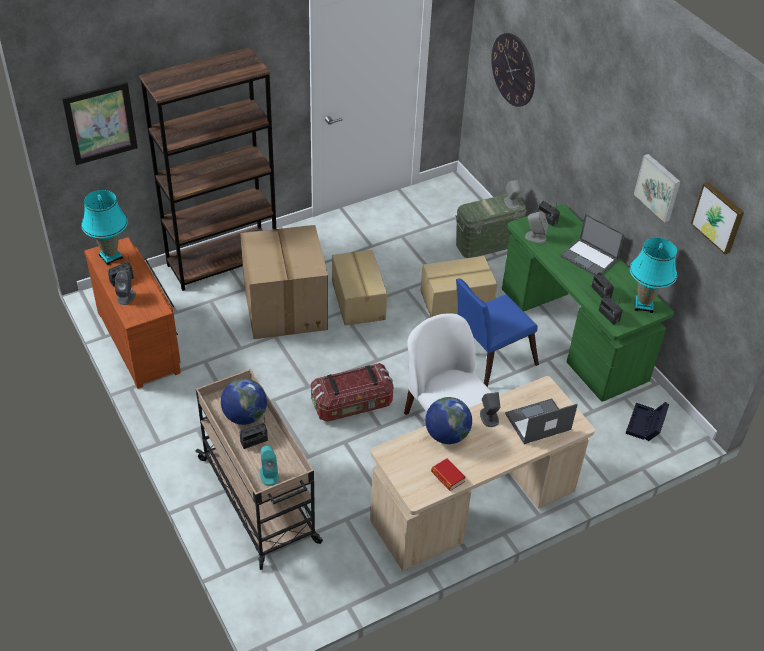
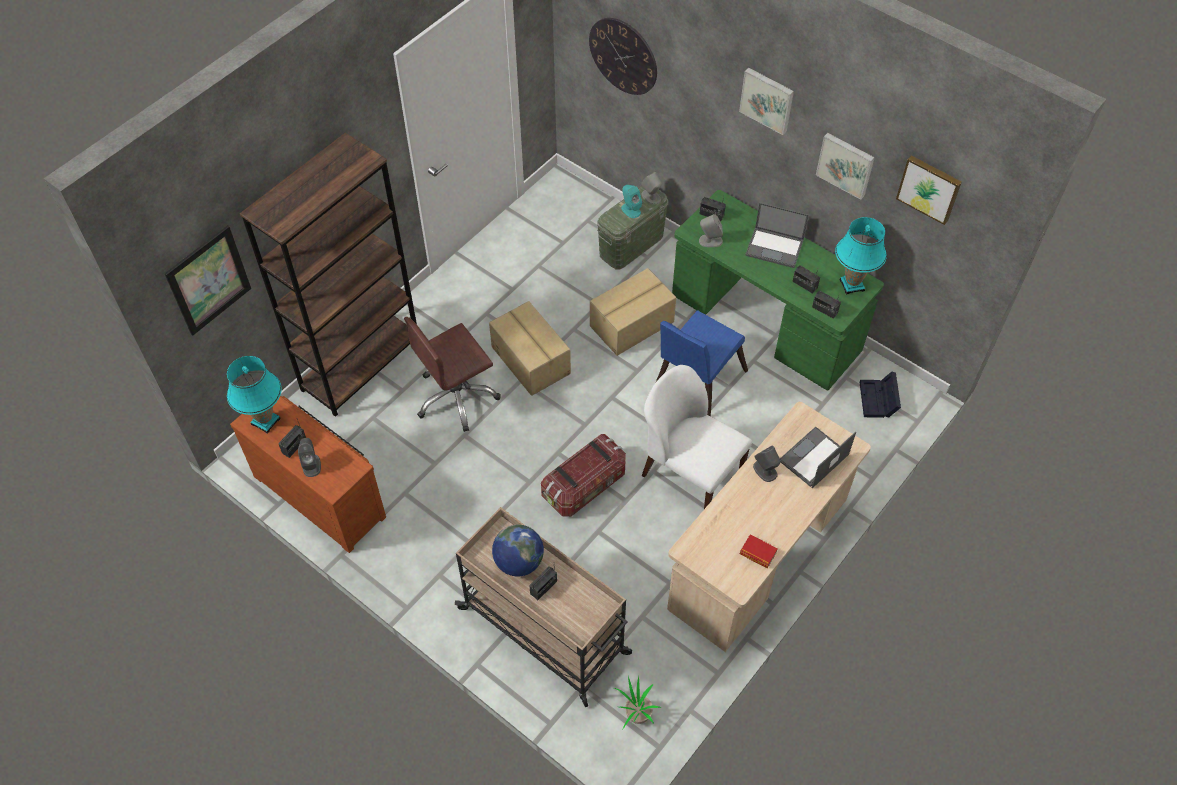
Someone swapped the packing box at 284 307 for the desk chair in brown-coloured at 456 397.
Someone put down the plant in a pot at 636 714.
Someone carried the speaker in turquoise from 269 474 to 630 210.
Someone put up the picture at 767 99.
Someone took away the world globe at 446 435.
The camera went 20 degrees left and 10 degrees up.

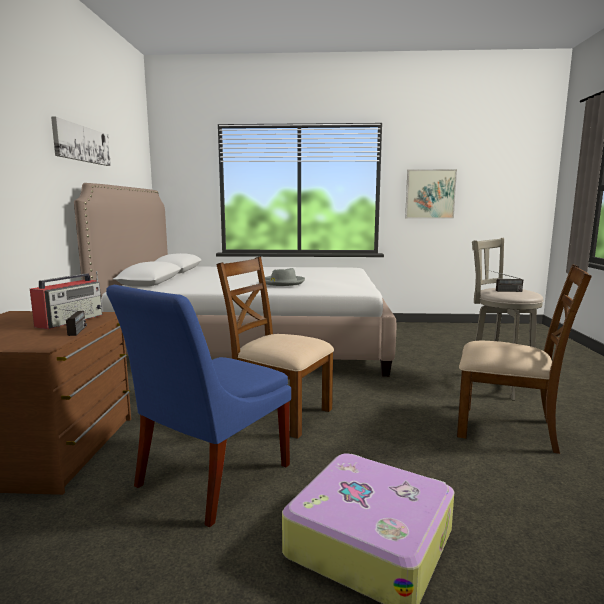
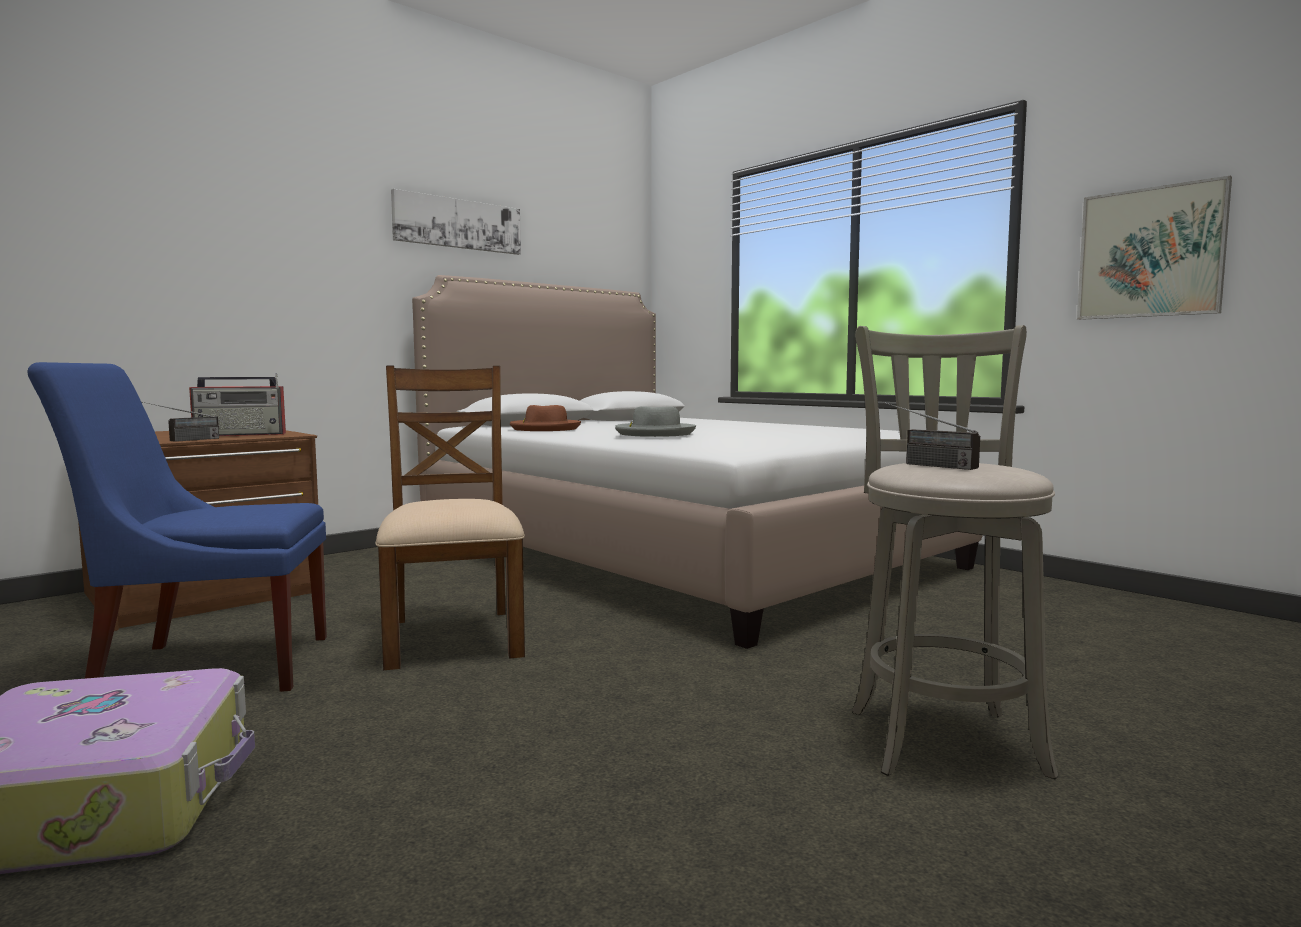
Someone put down the hat in brown-coloured at 545 428.
Someone took away the plain chair in brown-coloured at 507 428.
The camera went 45 degrees right and 5 degrees down.

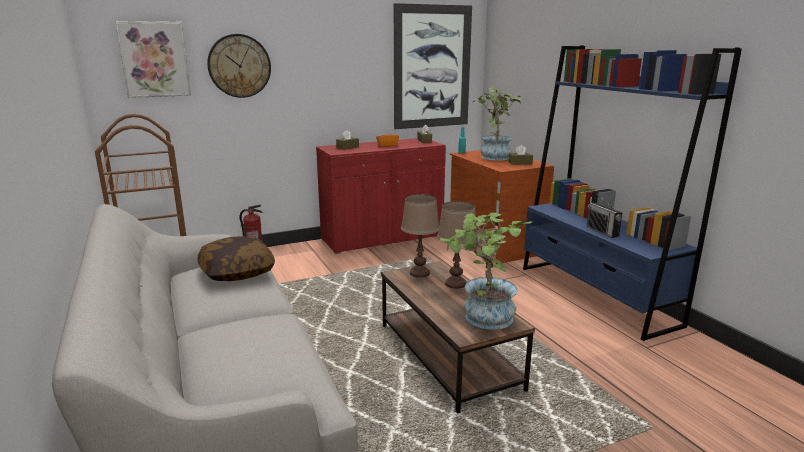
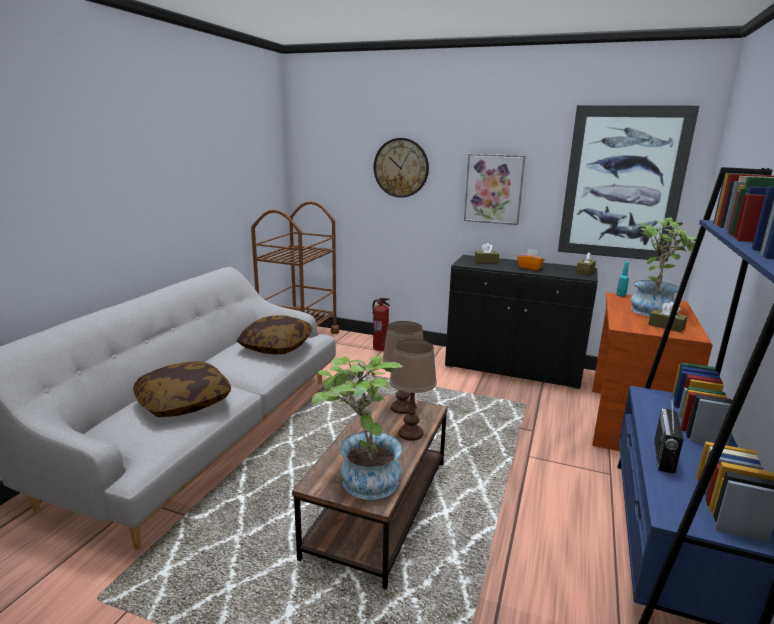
Someone put down the throw pillow at 184 402.
Someone repainted the storage cabinet in red at 382 238, which became the storage cabinet in blackish at 513 368.
Someone carried the picture from 154 59 to 493 189.
The camera went 45 degrees right and 0 degrees up.

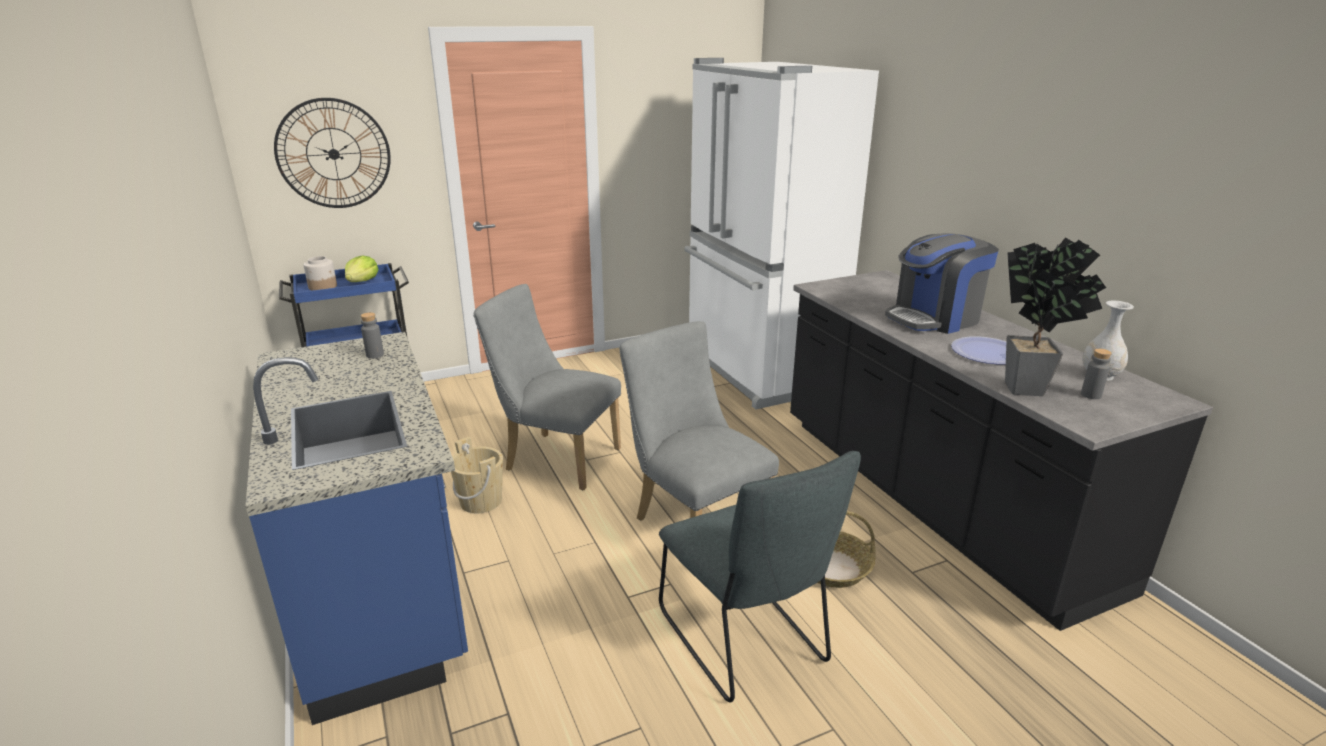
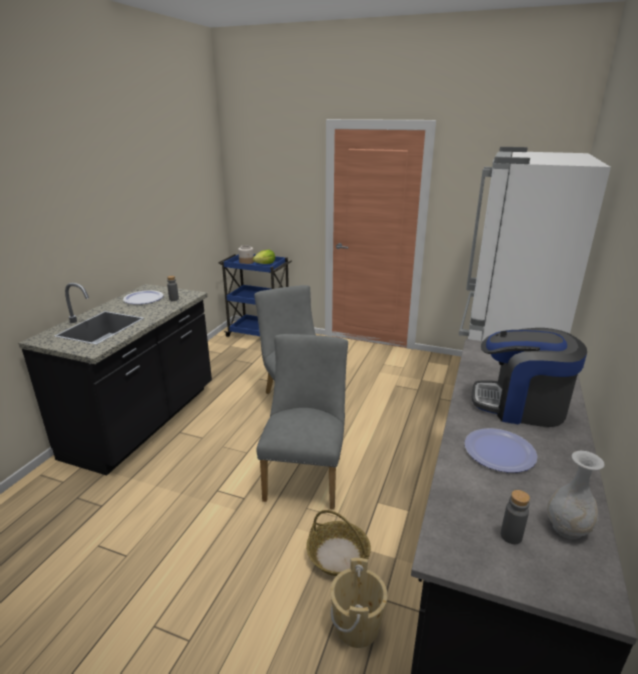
Someone repainted the kitchen counter in blue-coloured at 381 593, which became the kitchen counter in blackish at 144 422.
Someone put down the flat dish at 143 298.
Someone carried the pail in beige from 481 501 to 357 626.
Someone took away the hanging clock at 334 154.
Someone took away the plain chair in gray at 745 641.
Someone took away the plant in a pot at 1031 391.
The camera went 45 degrees right and 0 degrees up.

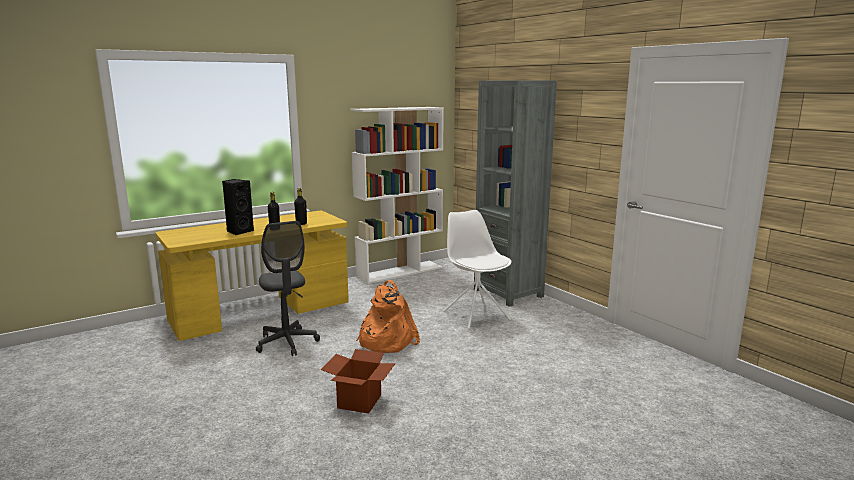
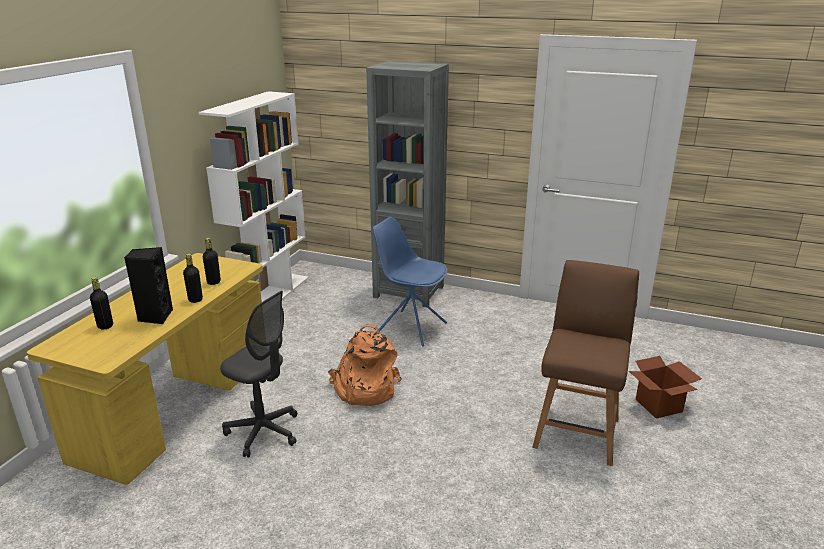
Someone put down the bottle in blackish at 105 326.
Someone repainted the plain chair in white at 476 315, which became the plain chair in blue-coloured at 410 327.
Someone put down the plain chair in brown-coloured at 577 430.
Someone carried the packing box from 359 401 to 658 405.
The camera went 35 degrees left and 10 degrees up.

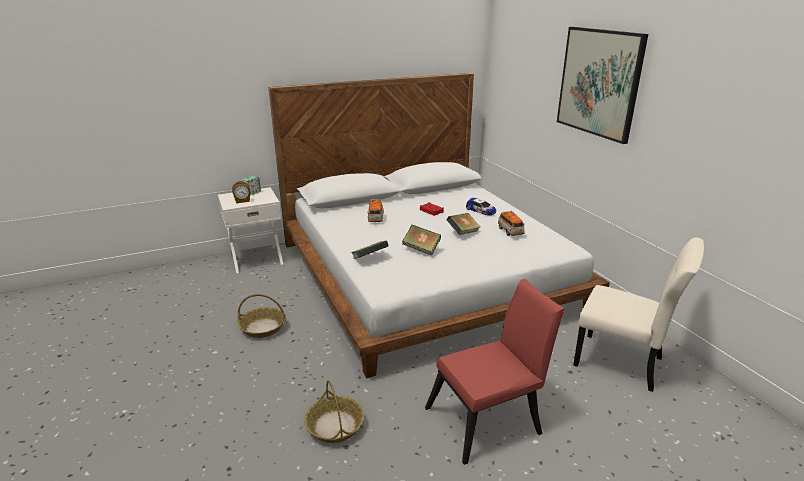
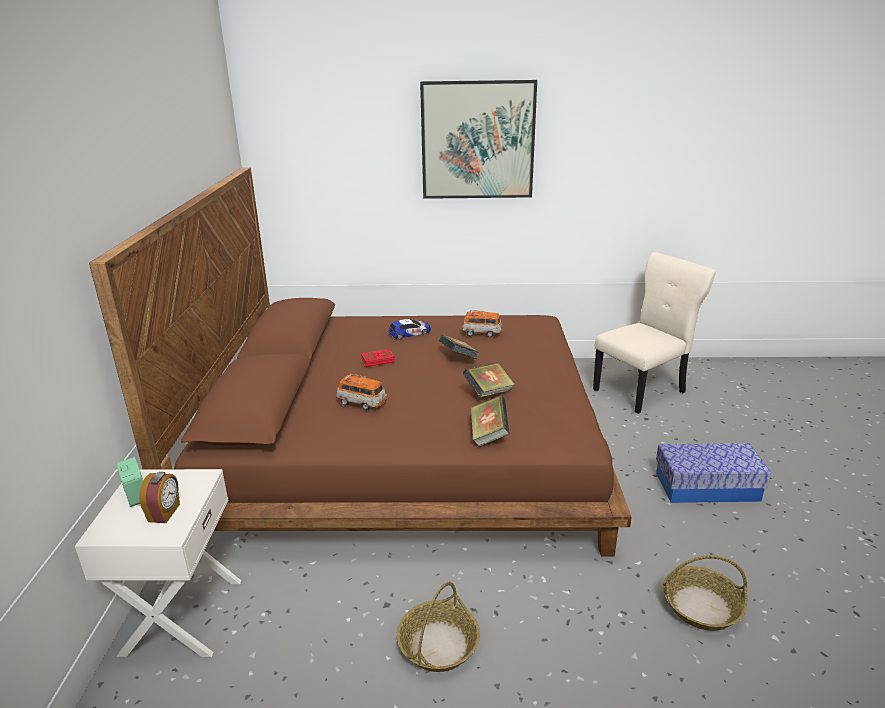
Someone repainted the bedroom bed in white at 426 274, which became the bedroom bed in brown-coloured at 407 445.
Someone swapped the plain chair in red at 489 419 for the storage container at 707 486.
The camera went 65 degrees left and 0 degrees up.

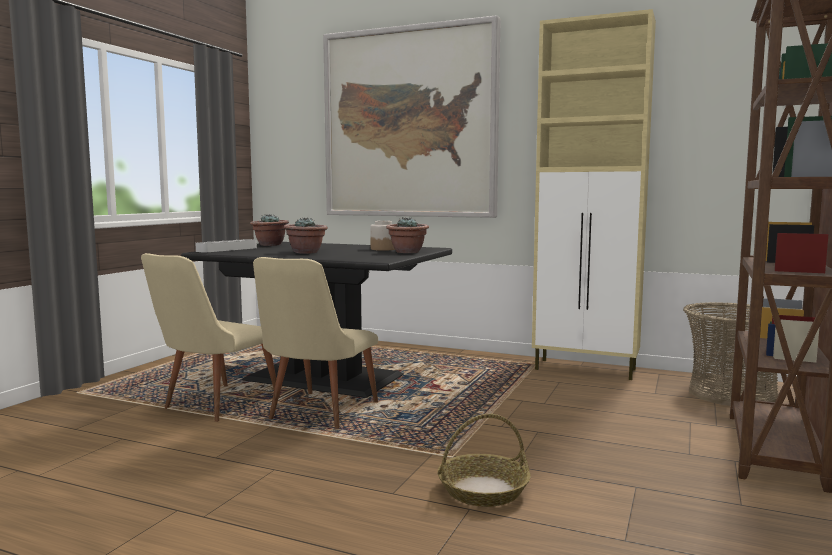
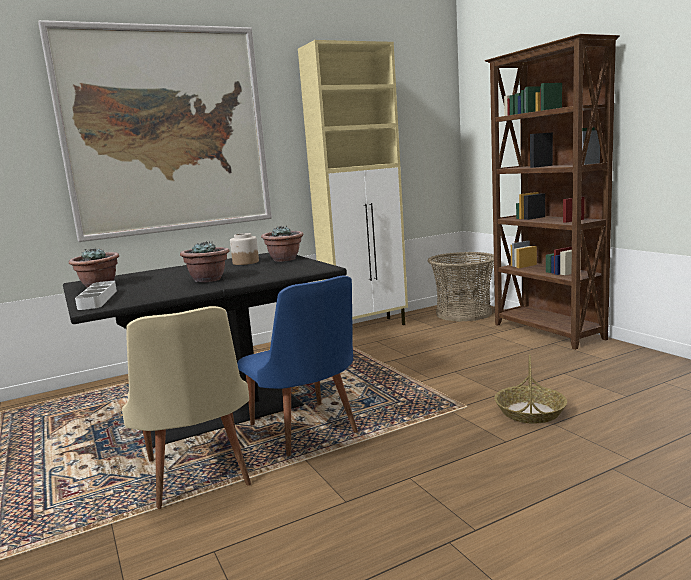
Someone repainted the plain chair in beige at 316 414, which became the plain chair in blue-coloured at 307 433.
The camera went 50 degrees left and 5 degrees up.

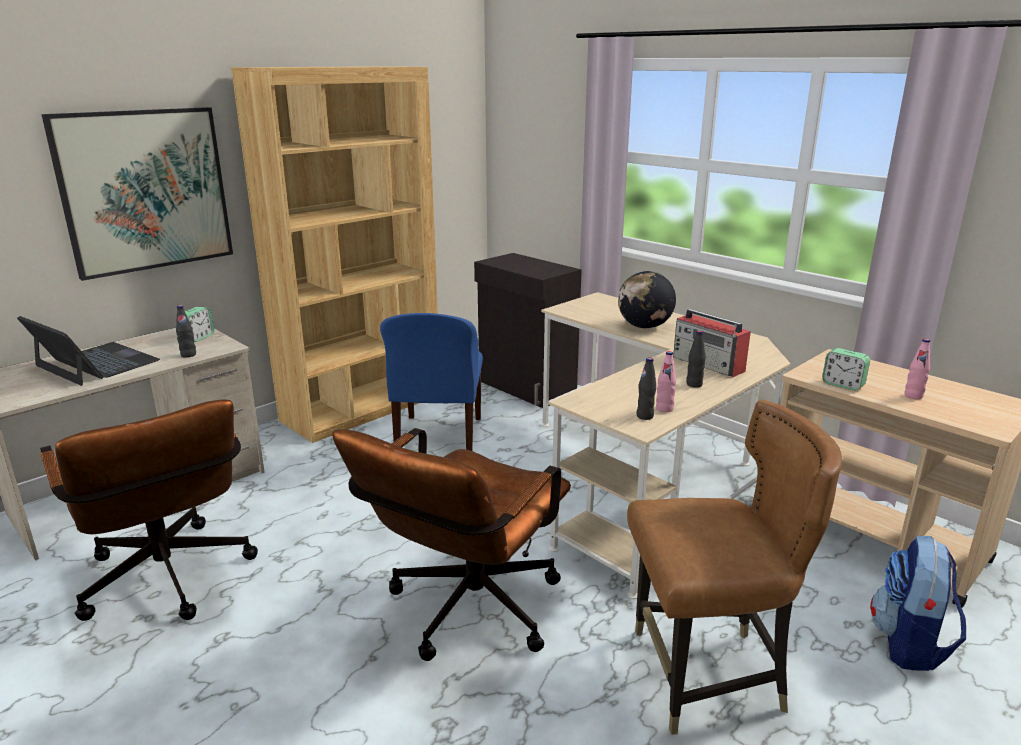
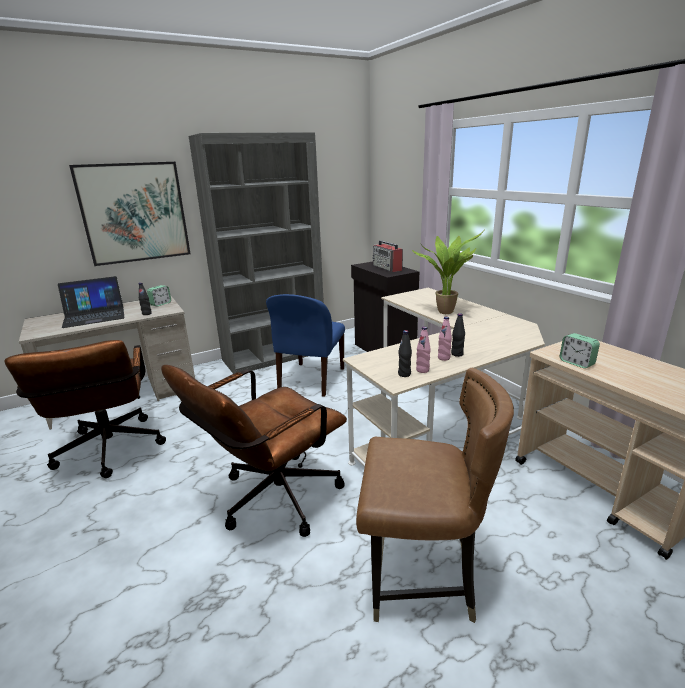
Someone rotated the notebook computer at 96 363 by 105 degrees clockwise.
Someone repainted the bookcase in brown-coloured at 363 408, which became the bookcase in gray at 275 356.
Someone carried the radio set from 709 364 to 387 268.
Someone swapped the world globe at 644 326 for the plant in a pot at 446 311.
Someone carried the bottle in pink from 913 396 to 443 358.
Someone took away the rucksack at 909 644.
The camera went 15 degrees right and 0 degrees up.

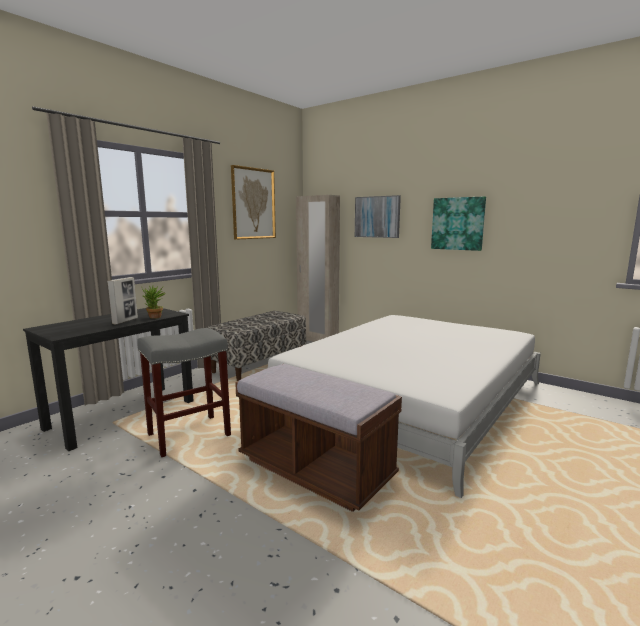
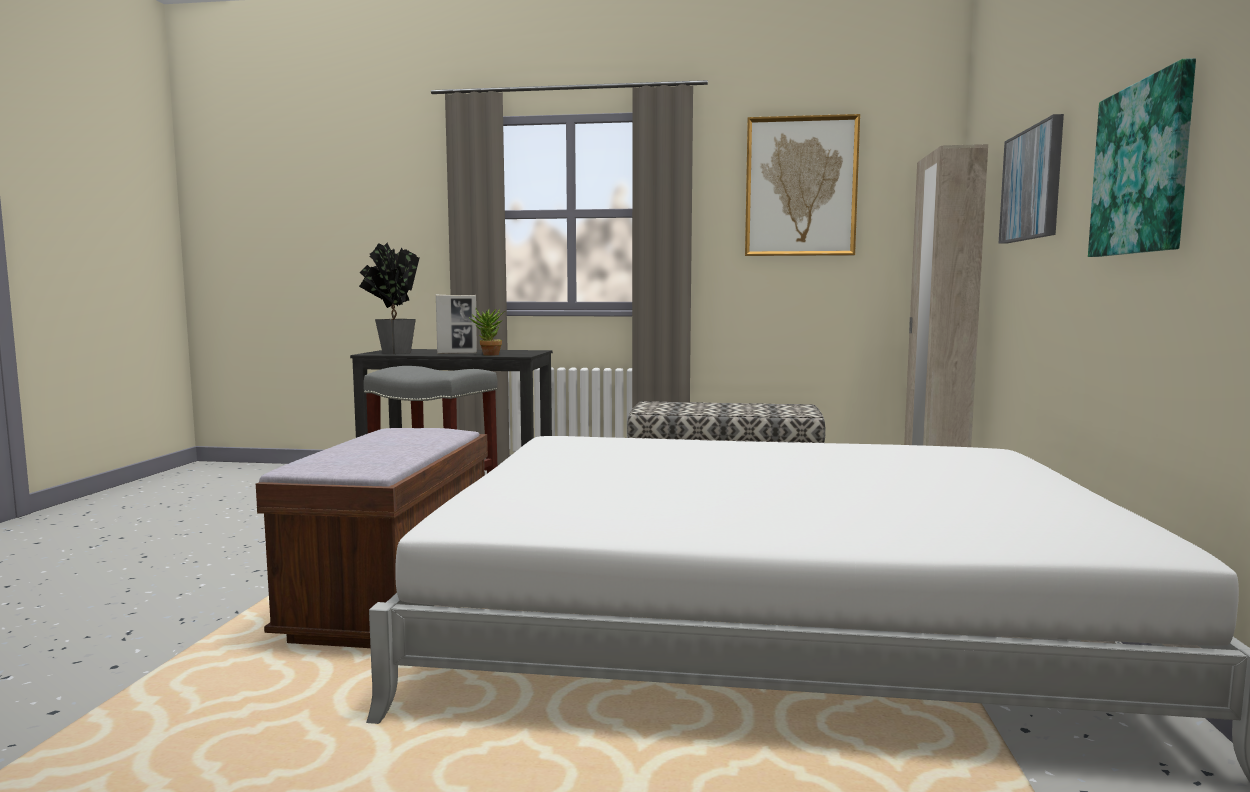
Someone put down the plant in a pot at 391 353.
The camera went 60 degrees right and 5 degrees down.

